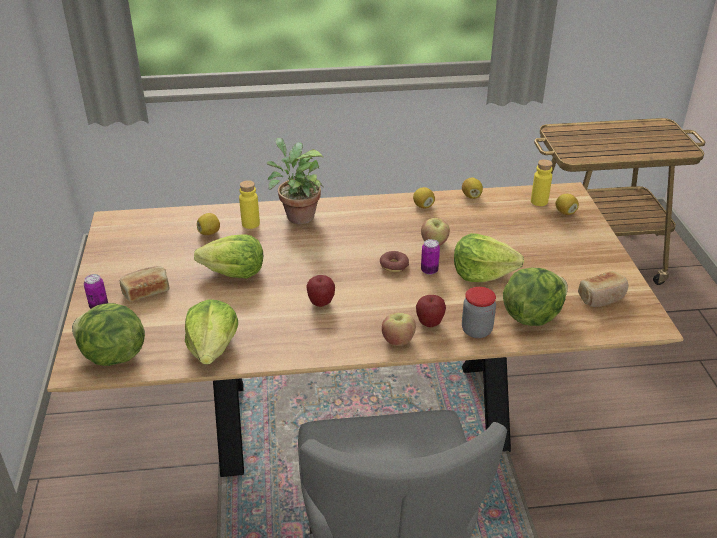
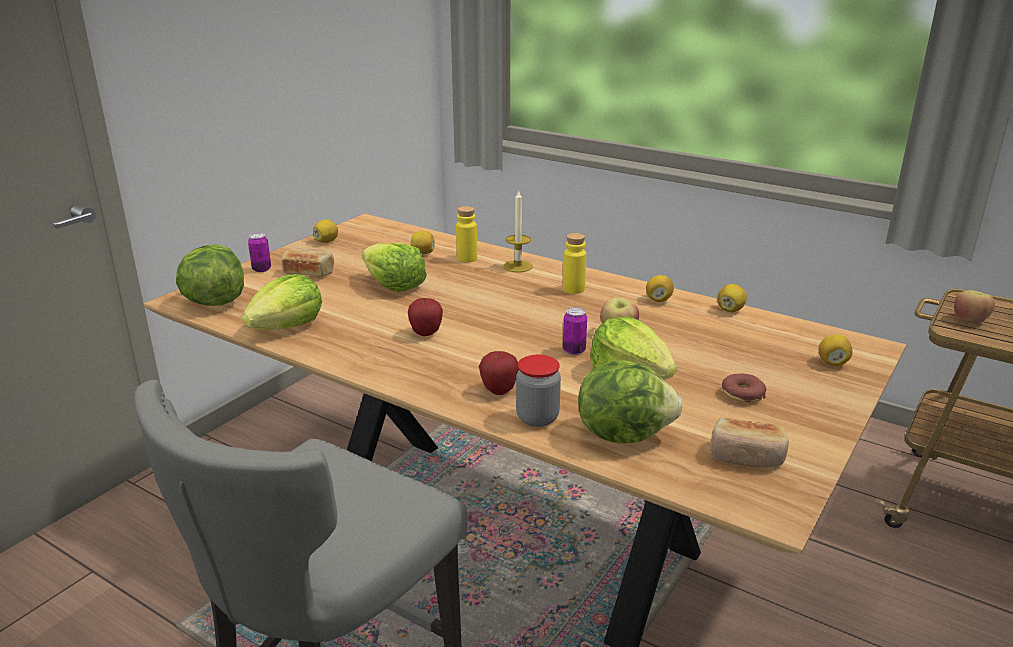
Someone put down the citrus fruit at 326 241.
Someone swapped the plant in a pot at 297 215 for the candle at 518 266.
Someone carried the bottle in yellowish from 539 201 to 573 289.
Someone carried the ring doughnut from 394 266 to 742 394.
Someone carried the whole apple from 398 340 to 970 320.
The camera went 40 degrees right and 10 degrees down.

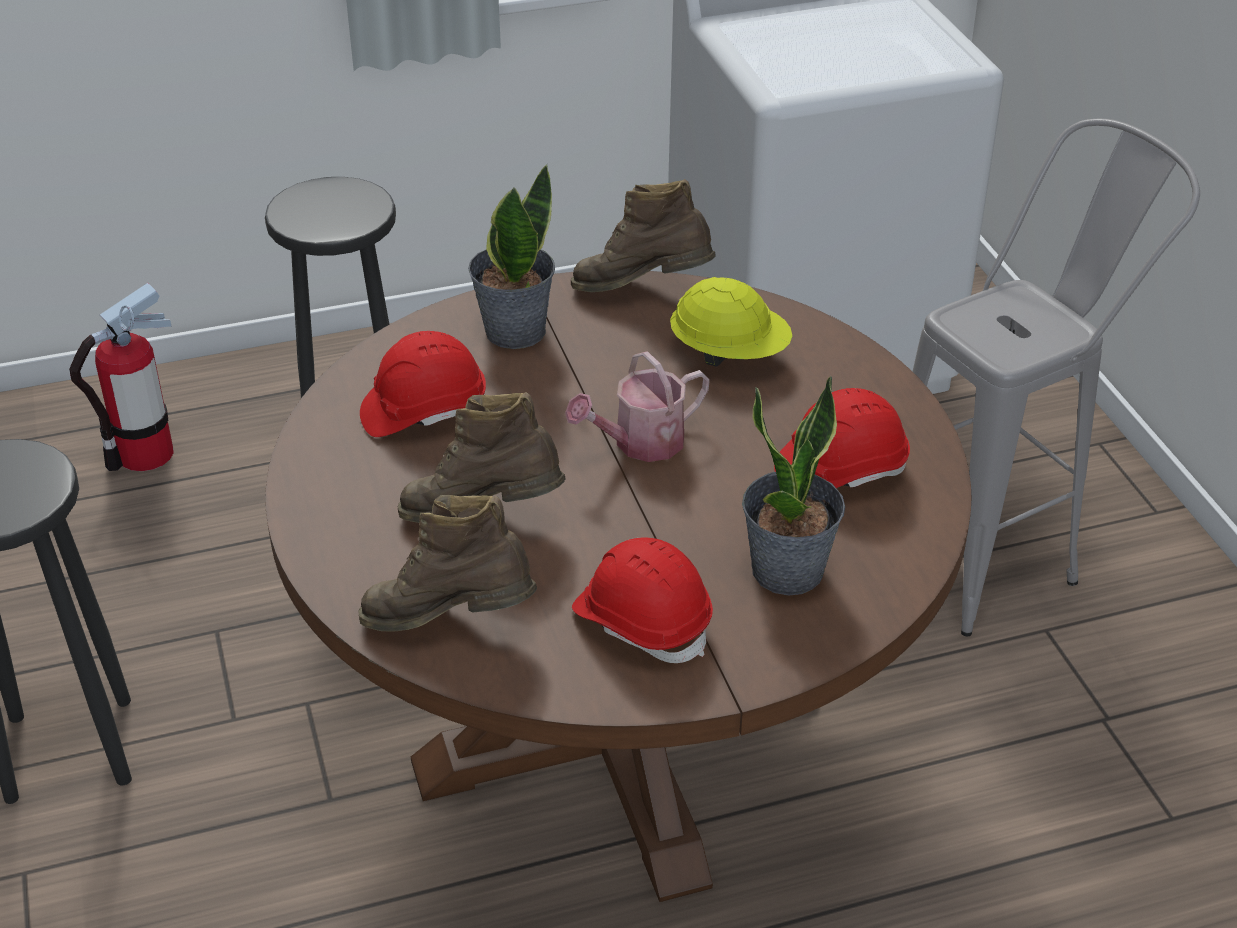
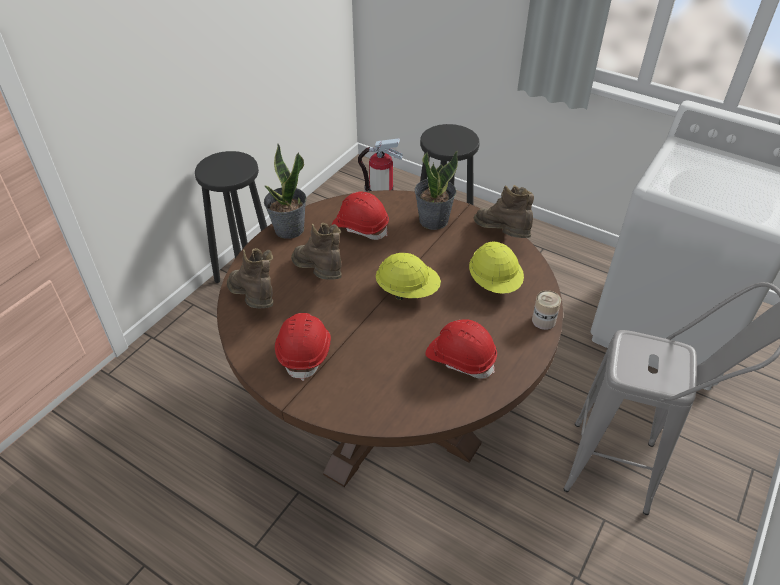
Someone carried the plant in a pot from 788 571 to 289 229.
Someone swapped the watering pot at 640 443 for the work helmet in yellowish at 407 291.
Someone put down the sealed can at 543 321.
The camera went 50 degrees right and 5 degrees up.

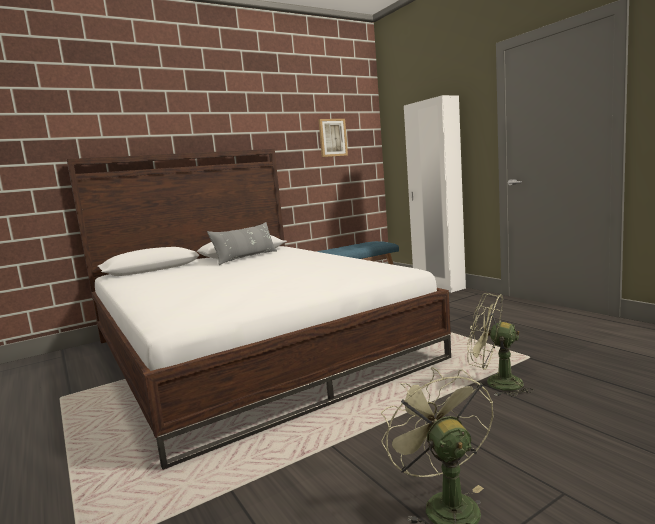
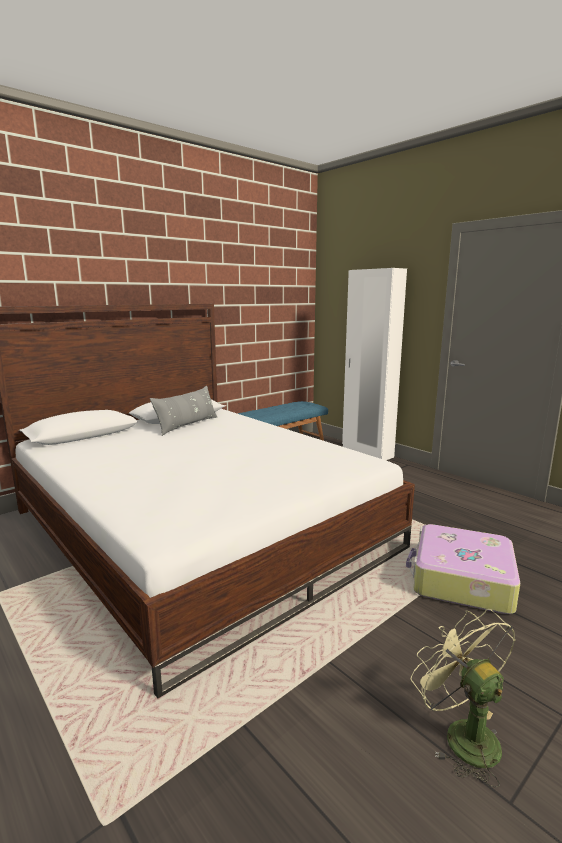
Someone swapped the fan in greenish at 495 383 for the suitcase at 461 580.
Someone took away the picture at 332 137.
The camera went 10 degrees left and 5 degrees up.

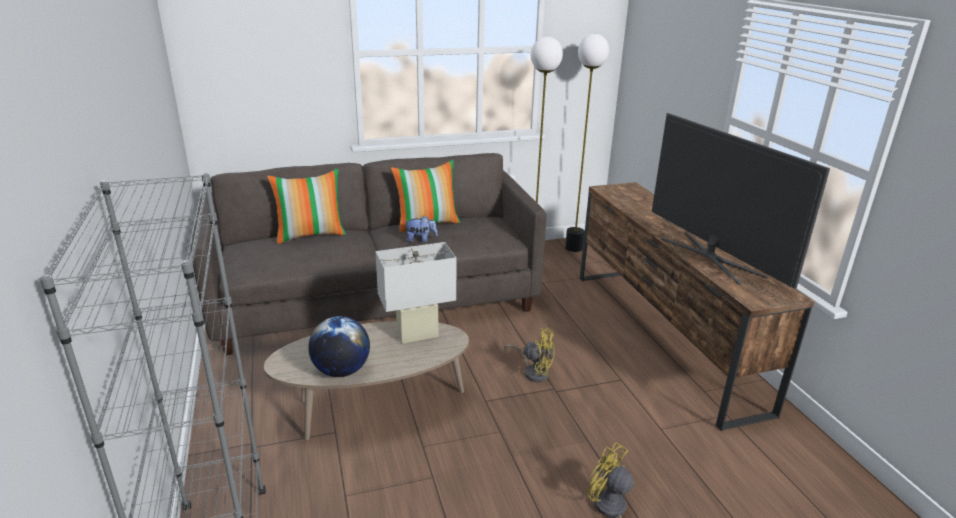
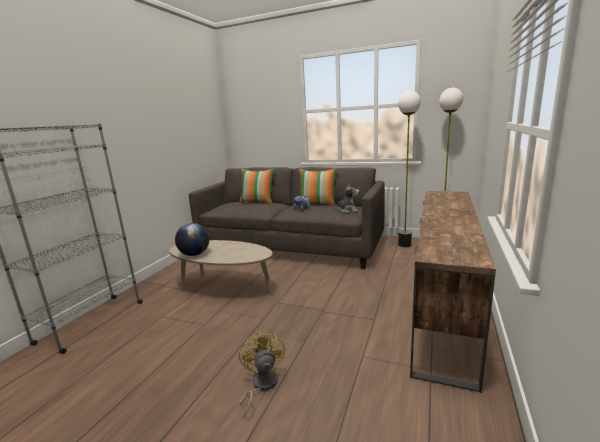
Someone put down the soft toy at 347 210.
Someone took away the table lamp in white at 417 335.
Someone took away the fan in yellowish at 534 371.
Someone took away the television at 712 257.
The camera went 40 degrees right and 10 degrees down.

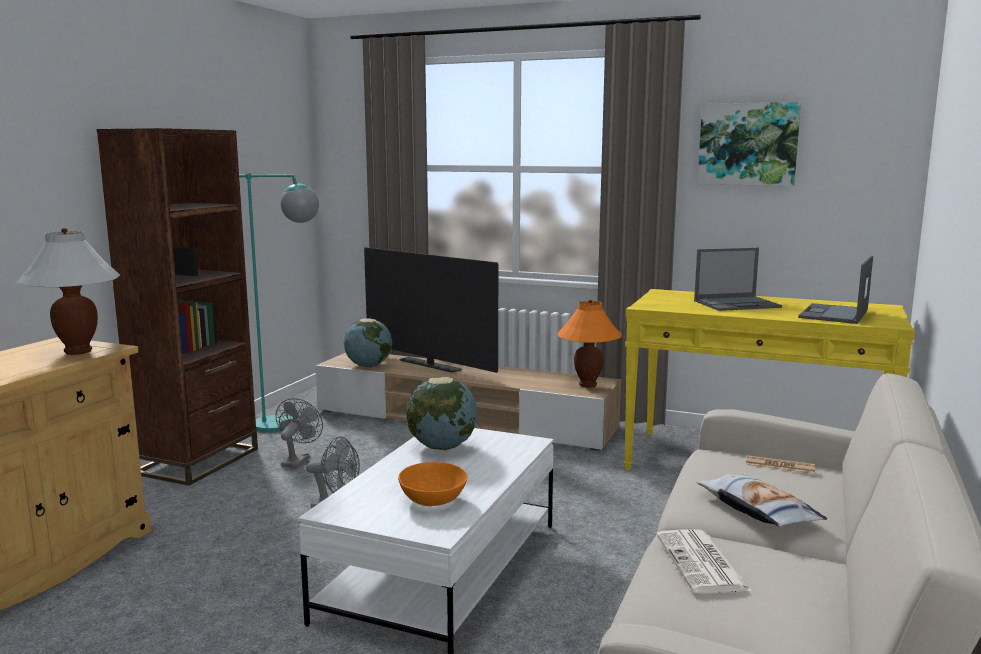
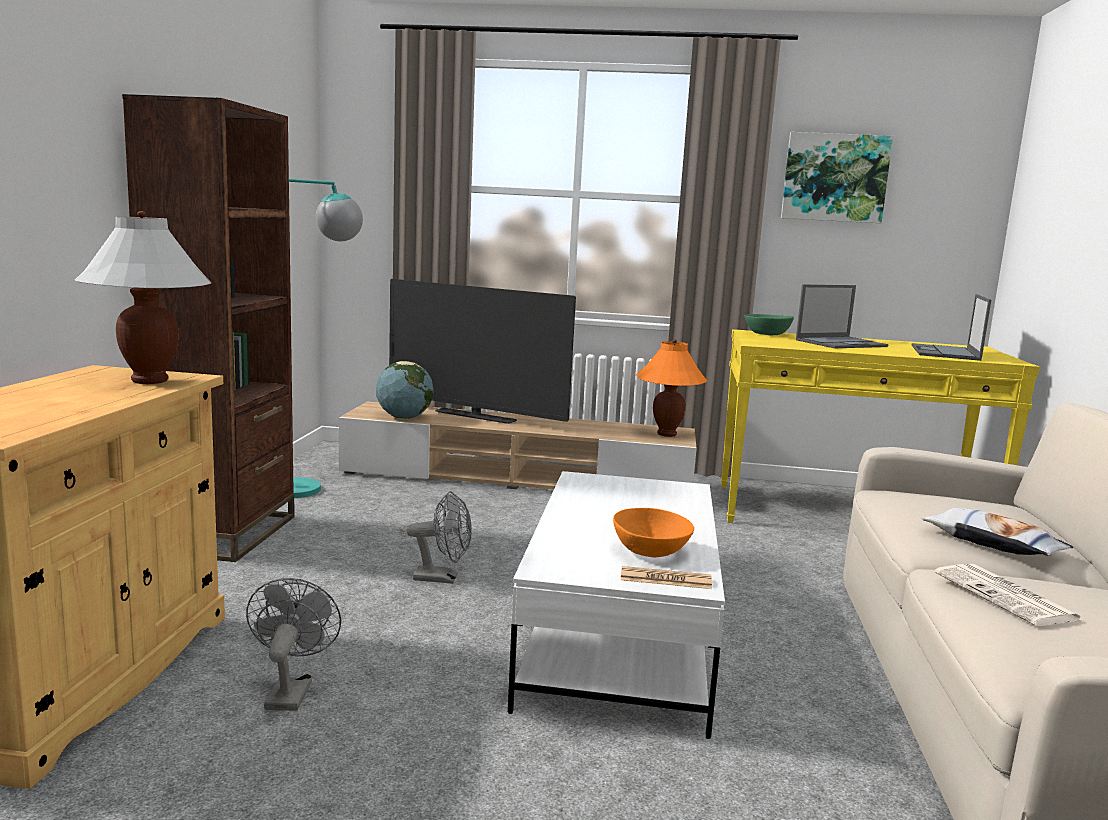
Someone carried the fan in gray from 297 461 to 290 691.
Someone carried the daily paper from 779 465 to 665 579.
Someone put down the serving bowl in greenish at 766 334.
Someone took away the world globe at 442 447.
The camera went 15 degrees left and 0 degrees up.

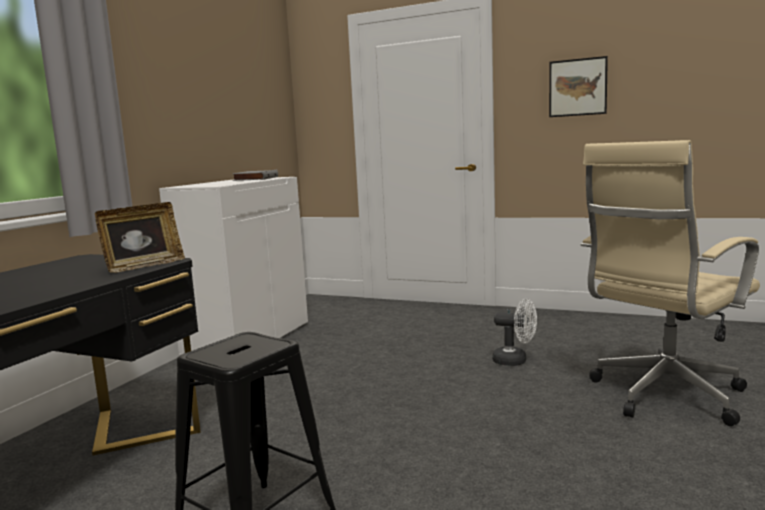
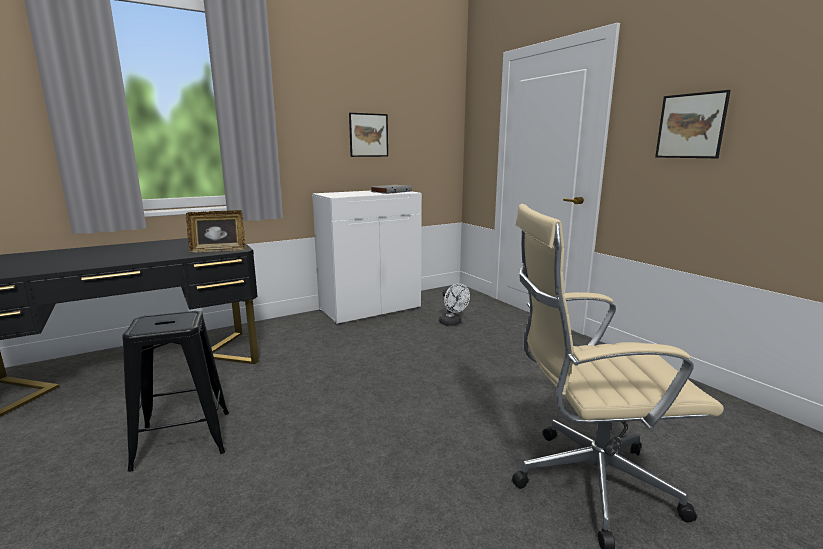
Someone put up the picture at 368 135.
Someone carried the fan in white from 515 361 to 452 323.
The camera went 35 degrees right and 5 degrees up.

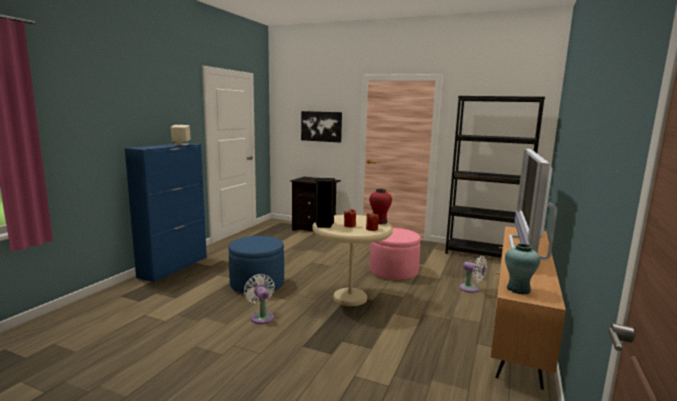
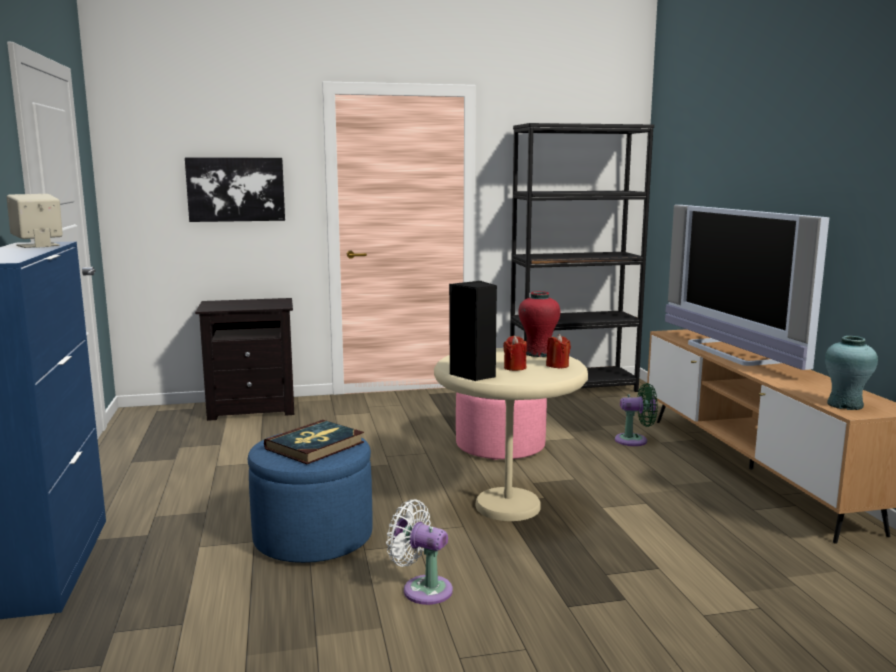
Someone put down the book at 315 446.
Someone repainted the fan in white at 471 289, which became the fan in greenish at 634 440.
The camera went 35 degrees left and 0 degrees up.

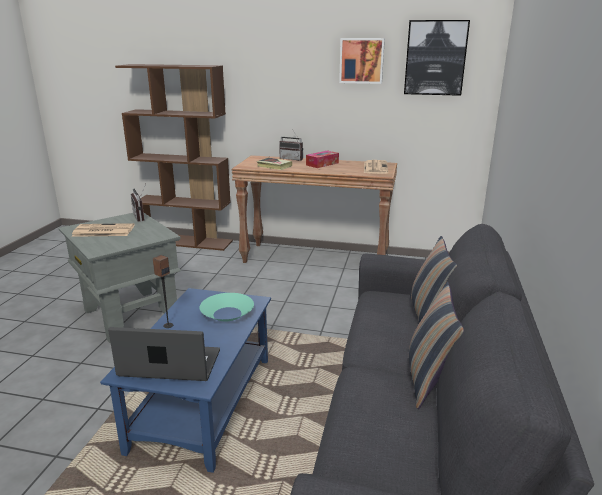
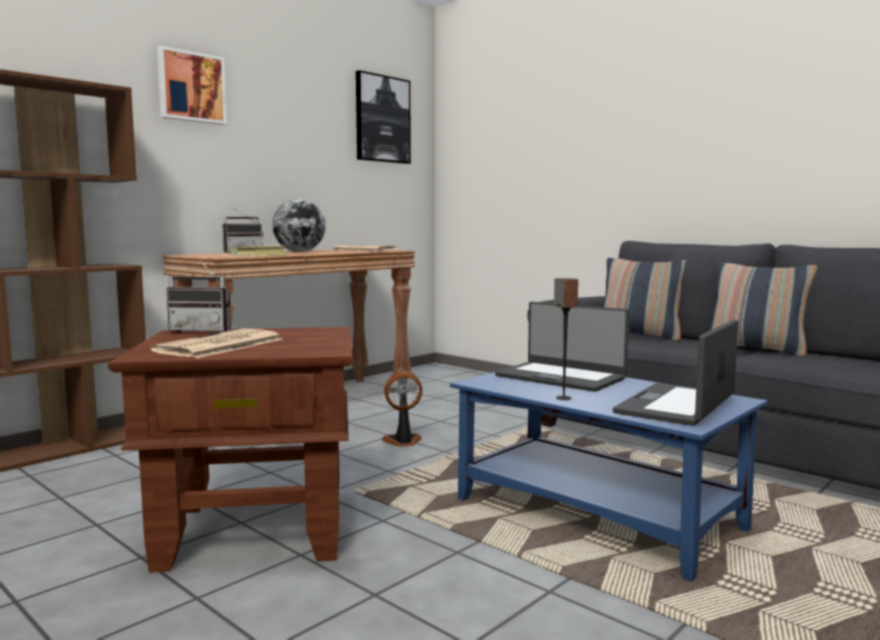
Someone repainted the accent table in gray at 130 315, which became the accent table in brown-coloured at 255 531.
Someone carried the picture from 361 60 to 191 87.
Someone swapped the tissue box at 322 164 for the world globe at 299 251.
Someone put down the fan at 403 442.
Someone swapped the serving bowl in turquoise at 227 314 for the notebook computer at 561 377.
The camera went 60 degrees left and 15 degrees down.

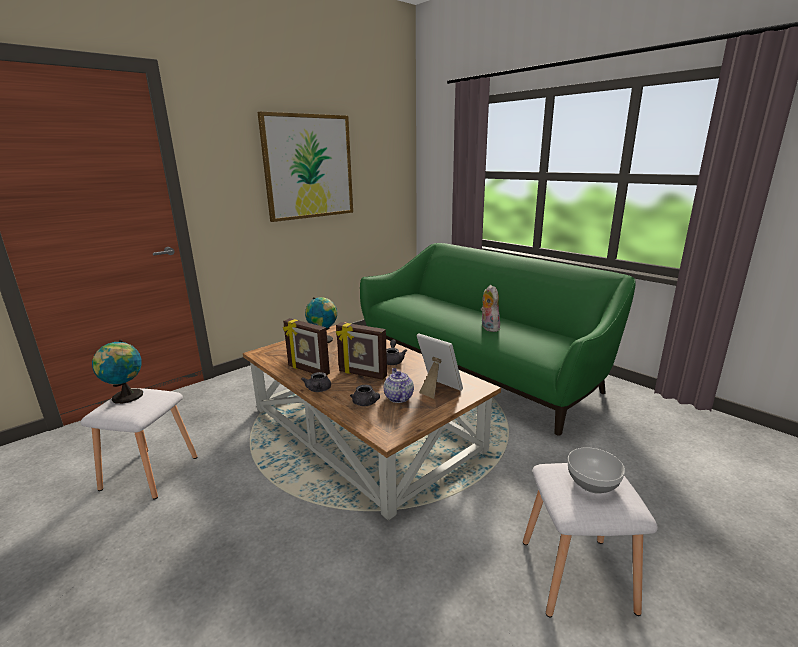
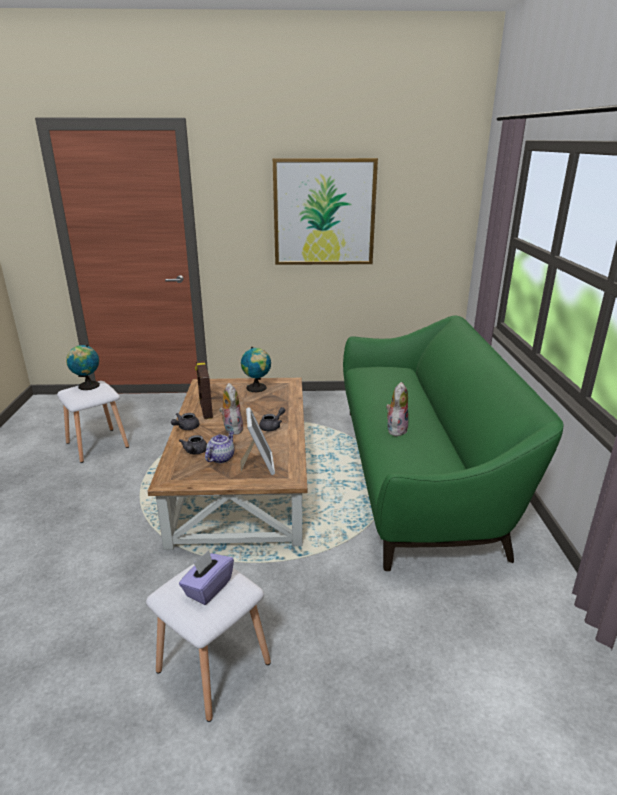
Someone swapped the serving bowl at 593 483 for the tissue box in purplish at 208 588.
Someone swapped the picture frame at 362 374 for the soft toy at 231 428.
The camera went 40 degrees right and 5 degrees up.

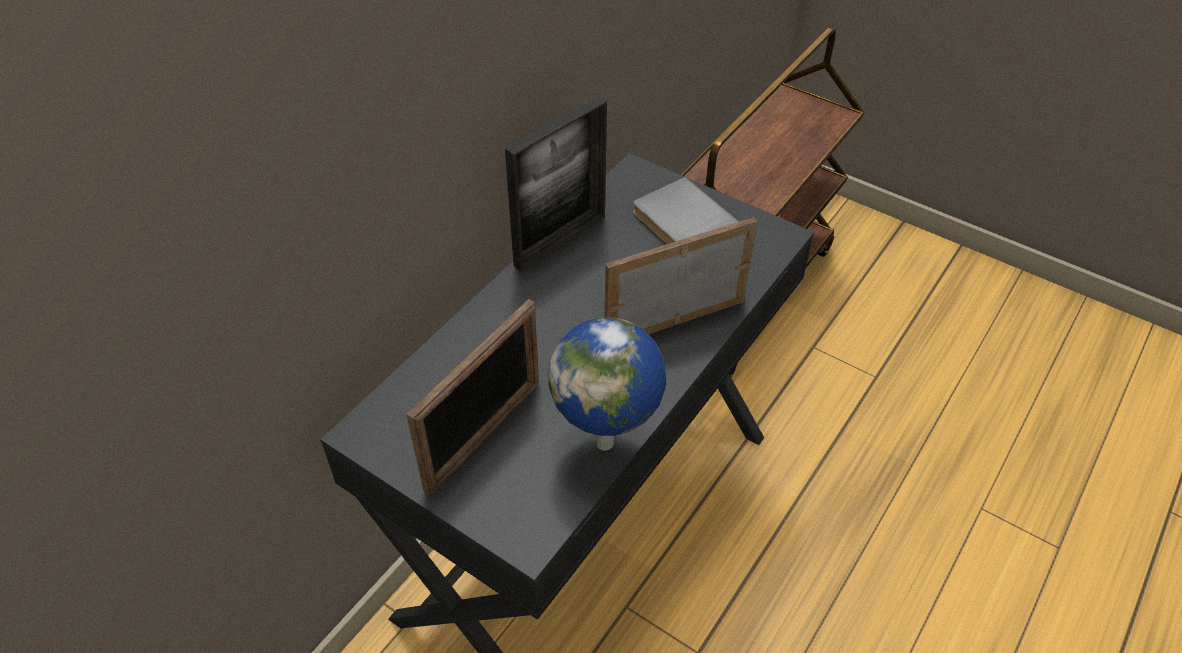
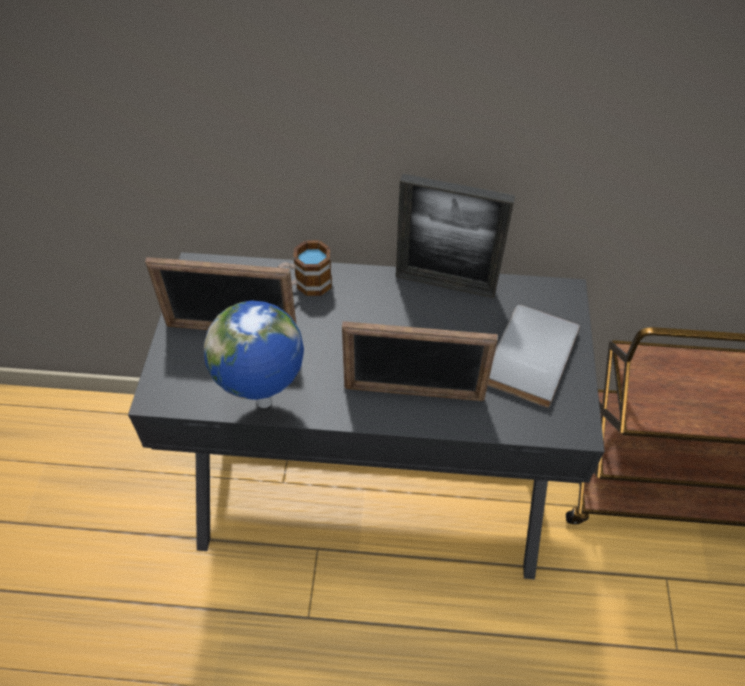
Someone put down the coffee mug at 306 285.
Someone rotated the picture frame at 674 321 by 150 degrees clockwise.
The camera went 60 degrees right and 5 degrees up.

